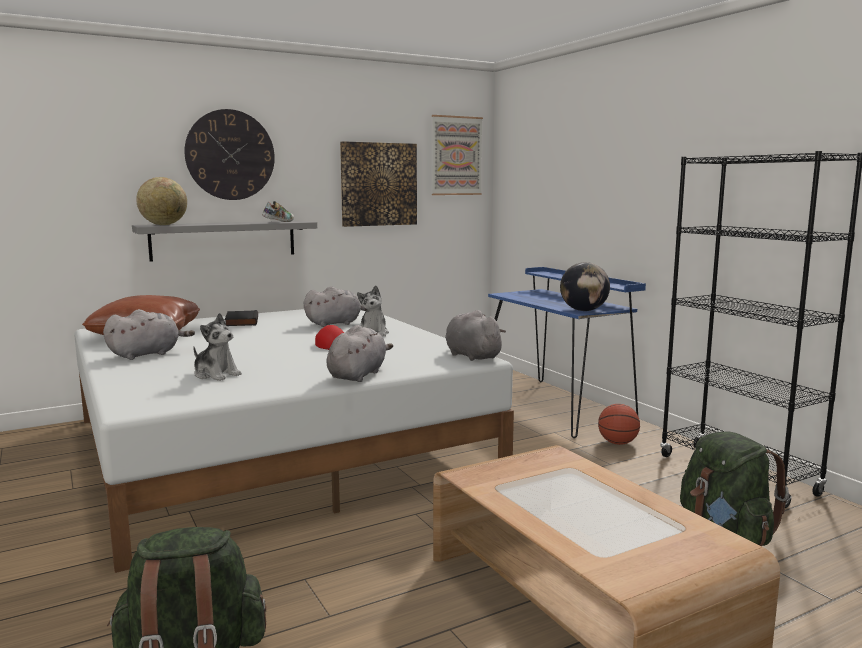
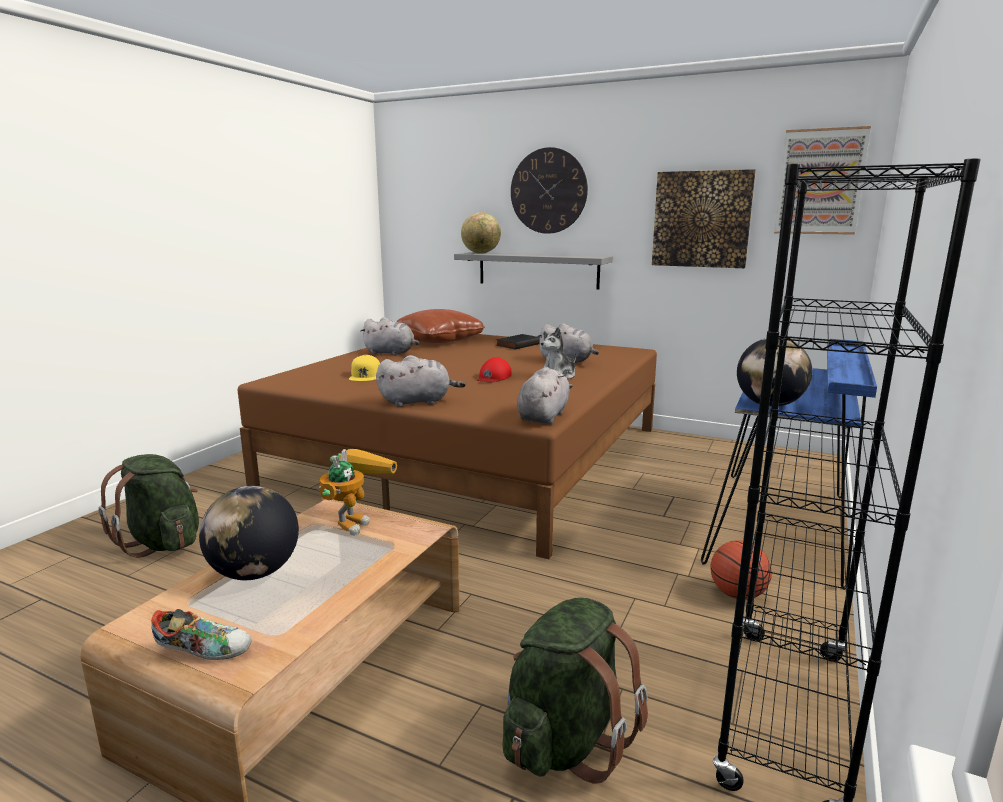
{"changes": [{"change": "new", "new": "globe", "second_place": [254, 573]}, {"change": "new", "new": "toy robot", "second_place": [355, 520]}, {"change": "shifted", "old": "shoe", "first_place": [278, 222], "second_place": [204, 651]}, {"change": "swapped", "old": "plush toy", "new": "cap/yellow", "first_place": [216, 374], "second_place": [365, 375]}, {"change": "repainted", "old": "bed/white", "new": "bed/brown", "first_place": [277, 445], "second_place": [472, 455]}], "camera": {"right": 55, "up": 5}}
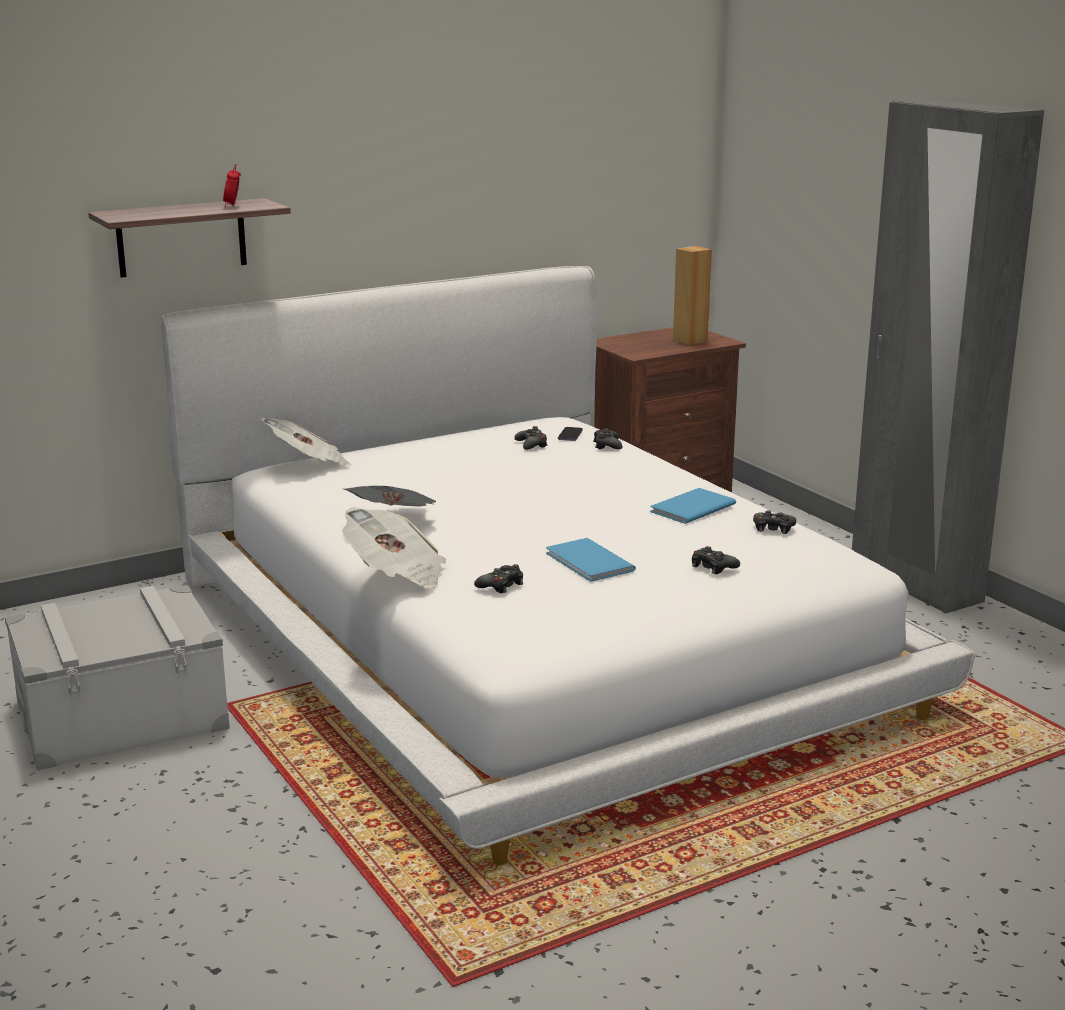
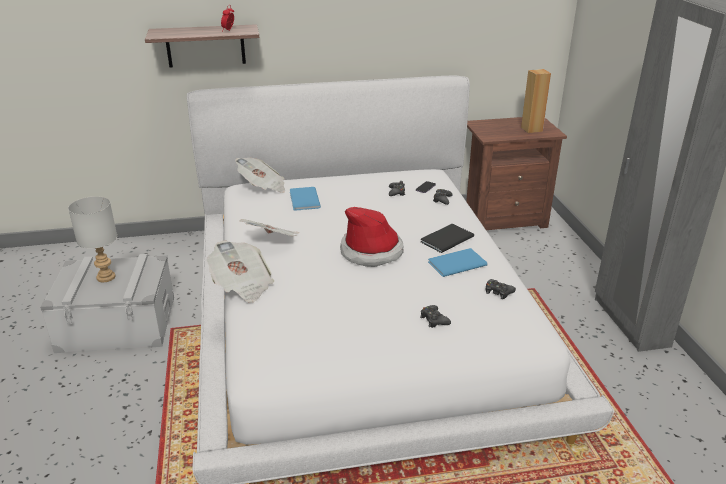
{"changes": [{"change": "gone", "old": "game controller/black", "first_place": [501, 585]}, {"change": "new", "new": "table lamp/grey", "second_place": [105, 277]}, {"change": "new", "new": "hat", "second_place": [371, 251]}, {"change": "new", "new": "book/black", "second_place": [445, 239]}, {"change": "shifted", "old": "book/blue", "first_place": [588, 563], "second_place": [303, 200]}], "camera": {"right": 20, "up": 10}}
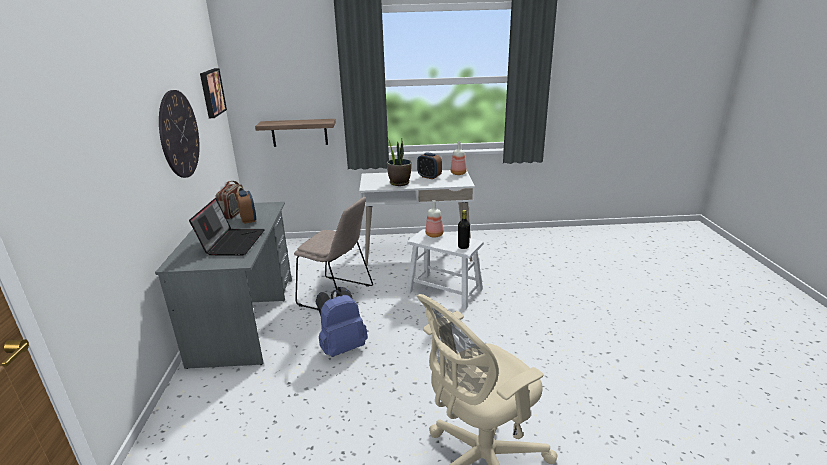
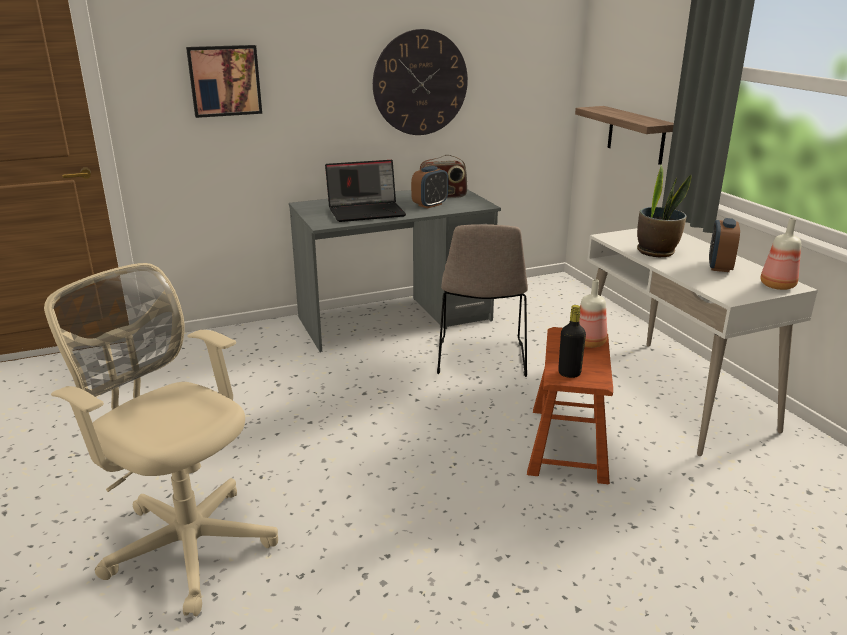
{"changes": [{"change": "gone", "old": "backpack/blue", "first_place": [342, 347]}, {"change": "shifted", "old": "picture", "first_place": [211, 92], "second_place": [224, 80]}, {"change": "repainted", "old": "stool/white", "new": "stool/brown", "first_place": [444, 291], "second_place": [568, 444]}], "camera": {"right": 70, "up": 0}}
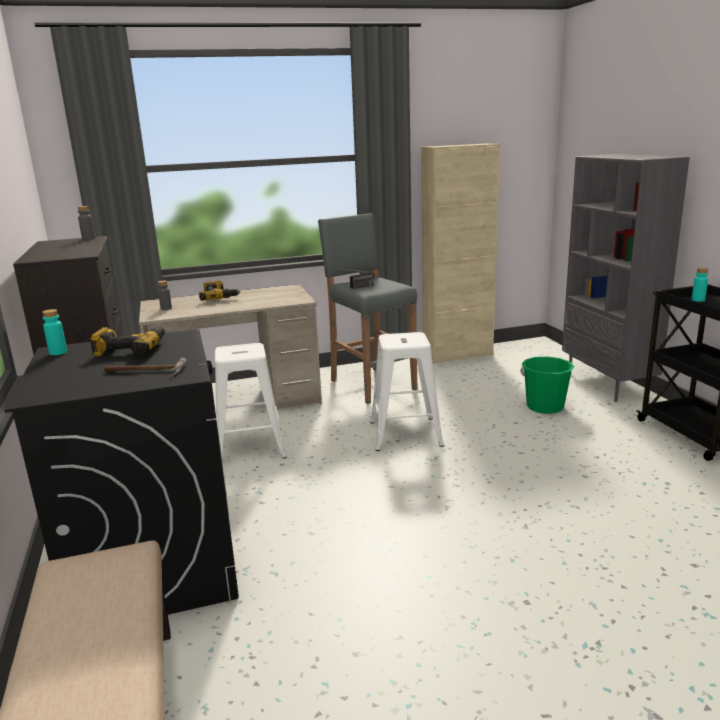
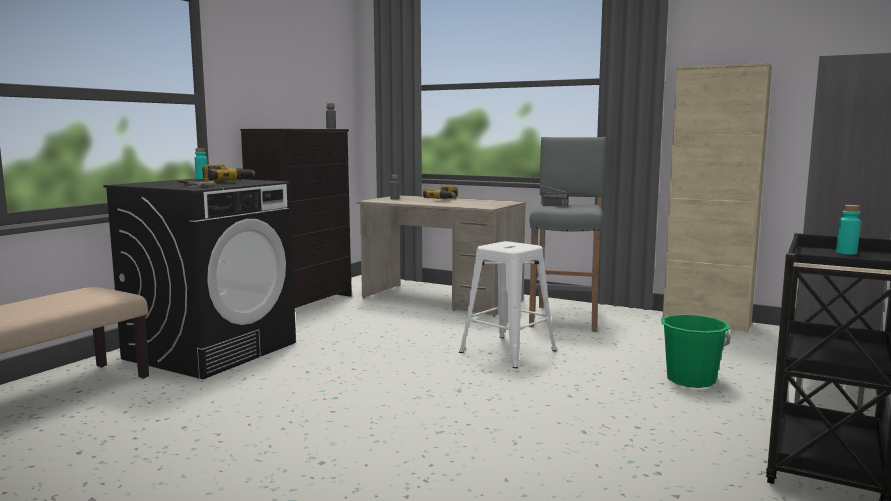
{"changes": [{"change": "gone", "old": "stool/white", "first_place": [249, 447]}], "camera": {"right": 45, "up": -10}}
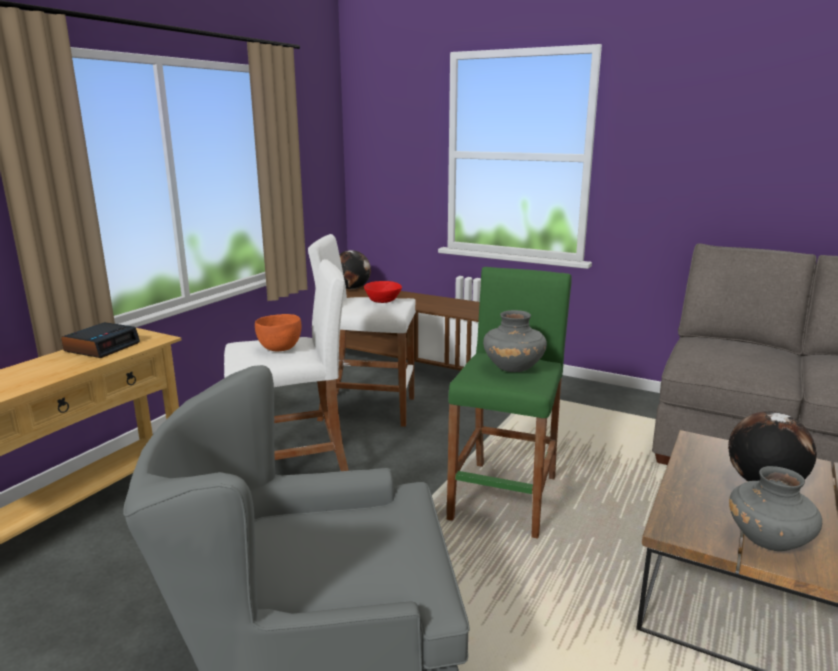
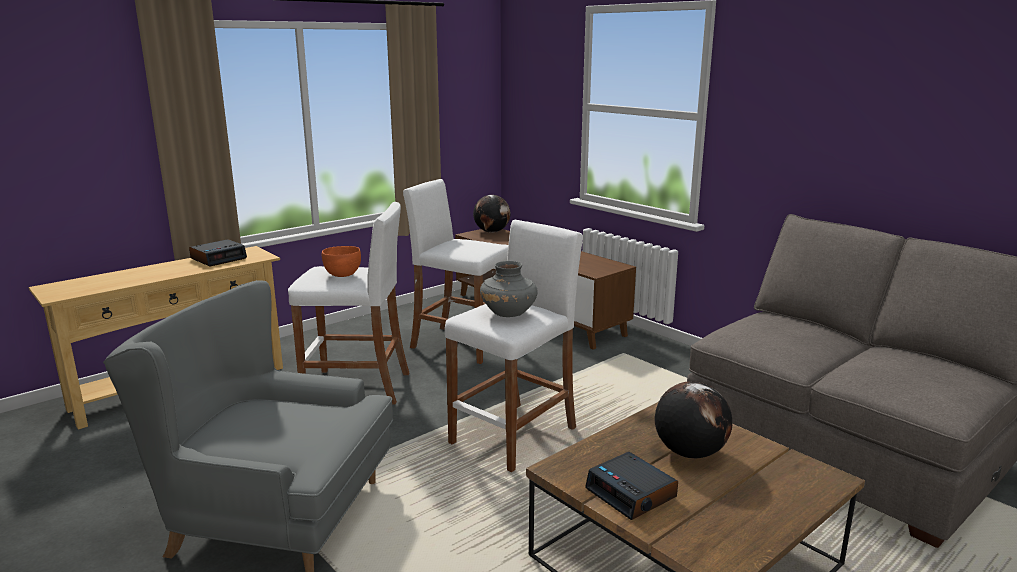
{"changes": [{"change": "gone", "old": "bowl/red", "first_place": [382, 301]}, {"change": "swapped", "old": "vase/grey", "new": "alarm clock", "first_place": [768, 540], "second_place": [632, 493]}, {"change": "repainted", "old": "stool/green", "new": "stool/white", "first_place": [505, 497], "second_place": [514, 436]}], "camera": {"right": 20, "up": 0}}
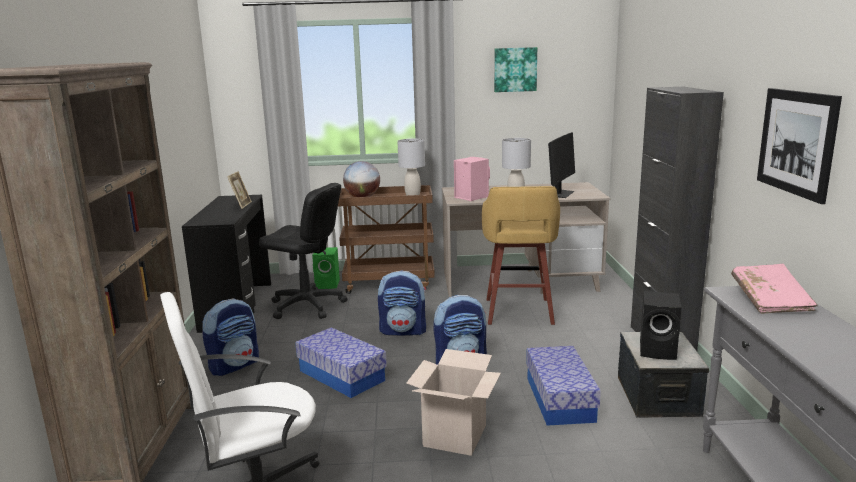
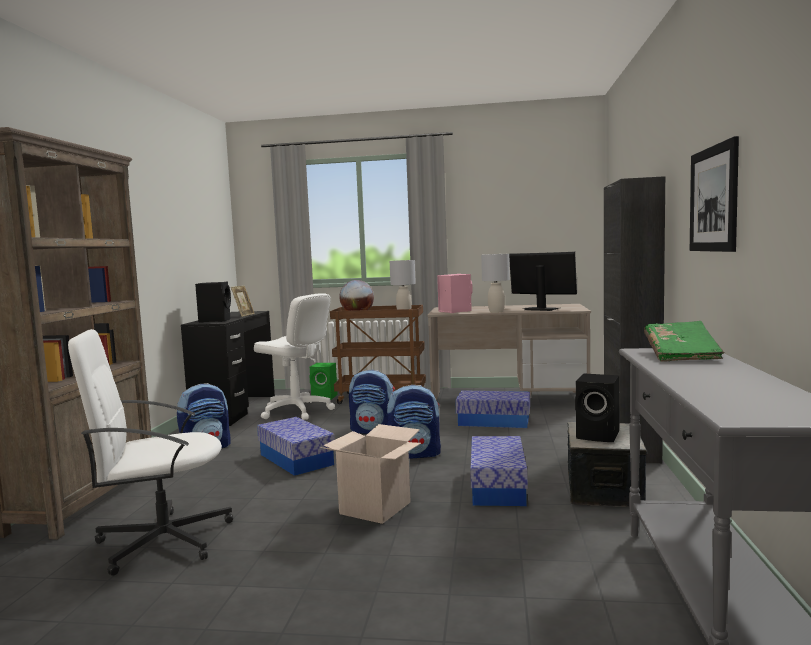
{"changes": [{"change": "gone", "old": "picture", "first_place": [515, 69]}, {"change": "new", "new": "speaker/black", "second_place": [215, 320]}, {"change": "swapped", "old": "stool/yellow", "new": "storage box", "first_place": [518, 312], "second_place": [493, 421]}, {"change": "repainted", "old": "office chair/black", "new": "office chair/white", "first_place": [307, 306], "second_place": [296, 411]}, {"change": "repainted", "old": "book/pink", "new": "book/green", "first_place": [770, 300], "second_place": [681, 355]}, {"change": "rotated", "old": "monitor", "first_place": [558, 194], "second_place": [541, 309], "degrees": -90}], "camera": {"right": 10, "up": -10}}
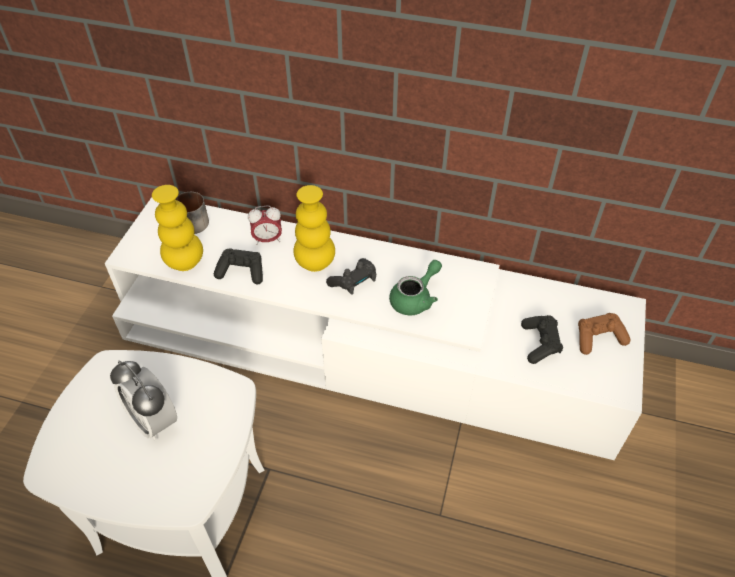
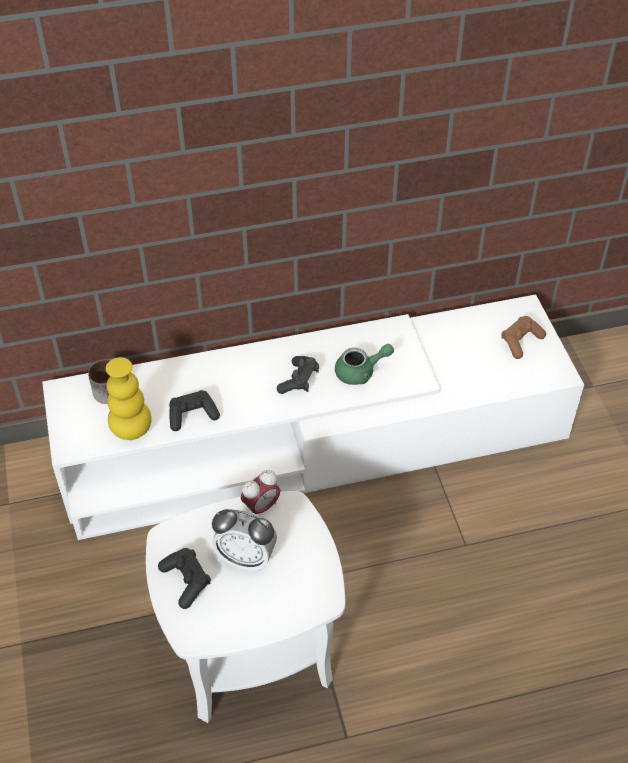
{"changes": [{"change": "gone", "old": "vase/yellow", "first_place": [315, 263]}, {"change": "shifted", "old": "alarm clock", "first_place": [267, 240], "second_place": [261, 507]}, {"change": "shifted", "old": "game controller/black", "first_place": [540, 344], "second_place": [186, 581]}, {"change": "rotated", "old": "teapot/green", "first_place": [415, 299], "second_place": [361, 372], "degrees": 60}], "camera": {"right": -30, "up": 0}}
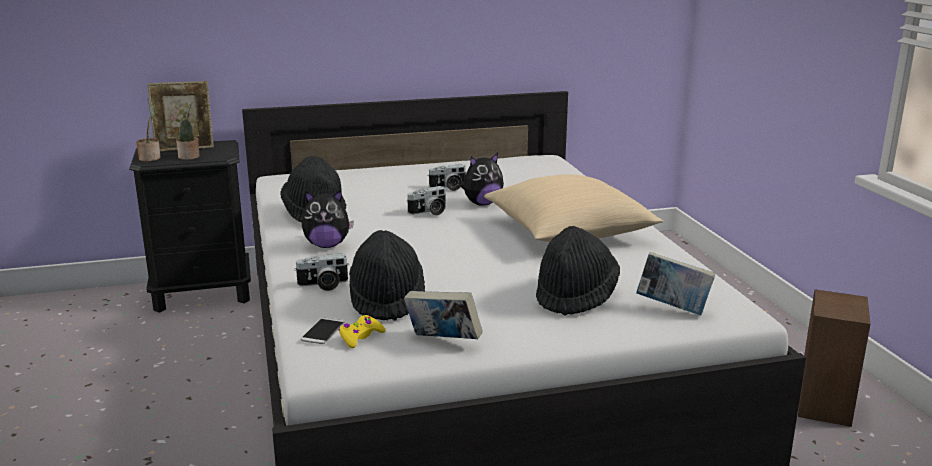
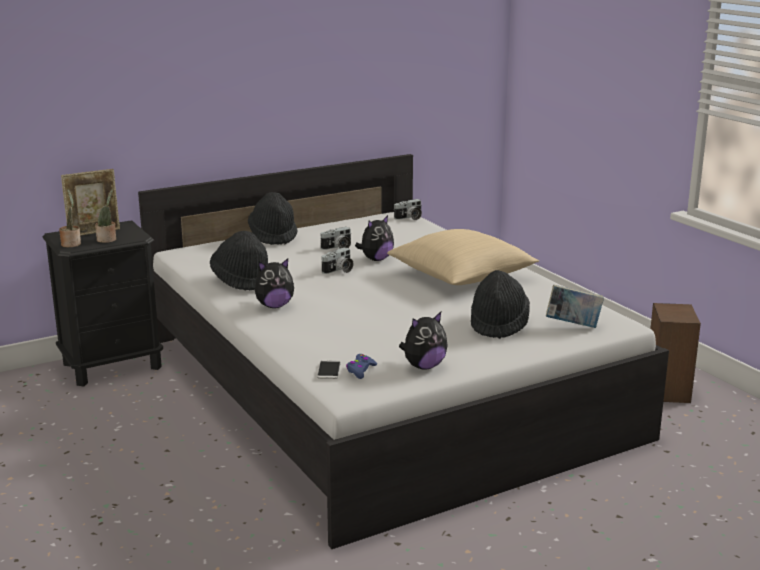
{"changes": [{"change": "shifted", "old": "photo camera", "first_place": [323, 285], "second_place": [409, 218]}, {"change": "shifted", "old": "hat/black", "first_place": [387, 300], "second_place": [273, 236]}, {"change": "swapped", "old": "book", "new": "plush toy", "first_place": [443, 341], "second_place": [423, 366]}, {"change": "repainted", "old": "game controller/yellow", "new": "game controller/blue", "first_place": [360, 337], "second_place": [360, 370]}], "camera": {"right": -15, "up": 0}}
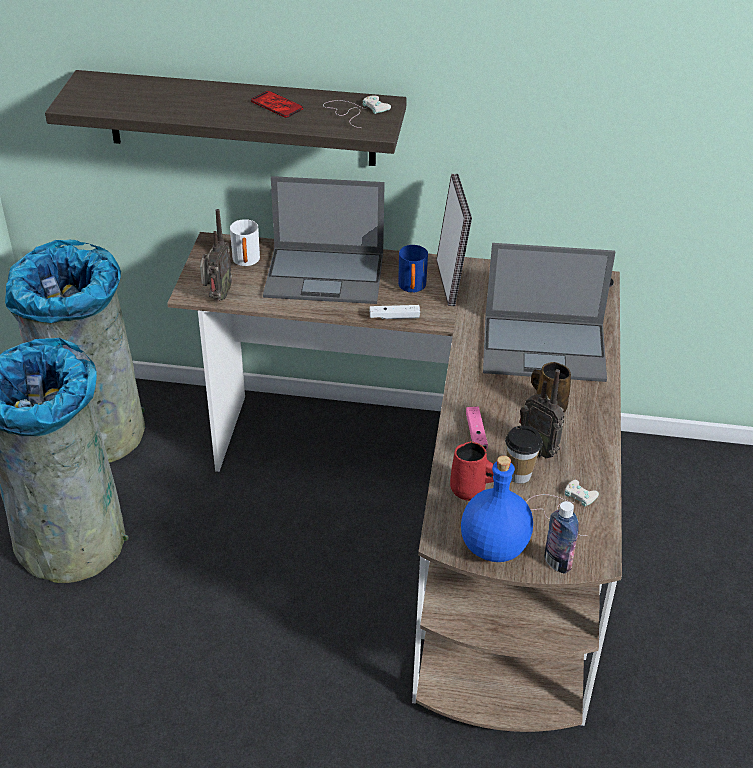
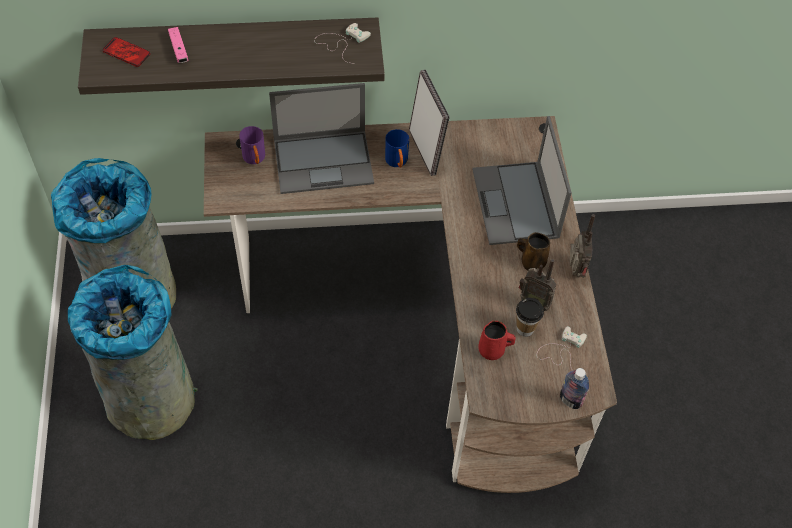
{"changes": [{"change": "gone", "old": "game controller/white", "first_place": [394, 317]}, {"change": "gone", "old": "bottle/blue", "first_place": [493, 546]}, {"change": "shifted", "old": "radio", "first_place": [217, 297], "second_place": [575, 271]}, {"change": "shifted", "old": "phone", "first_place": [276, 105], "second_place": [126, 52]}, {"change": "shifted", "old": "game controller/pink", "first_place": [476, 433], "second_place": [178, 49]}, {"change": "repainted", "old": "mug/white", "new": "mug/purple", "first_place": [246, 262], "second_place": [255, 159]}, {"change": "rotated", "old": "laptop", "first_place": [545, 348], "second_place": [516, 204], "degrees": 90}], "camera": {"right": -15, "up": 15}}
